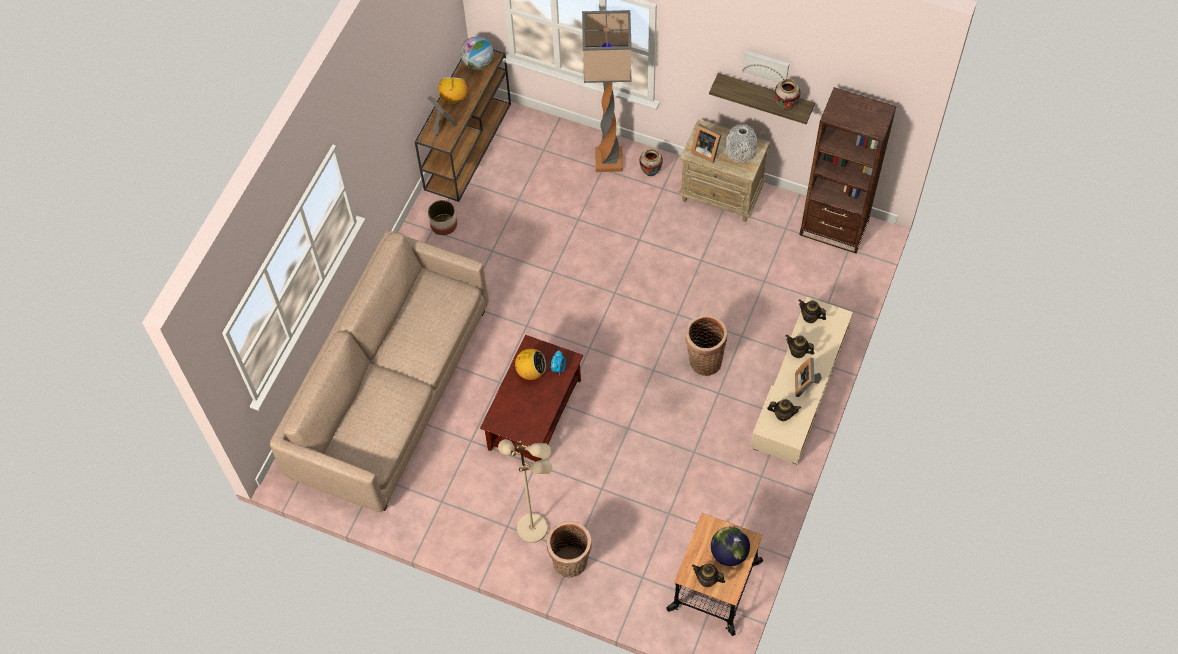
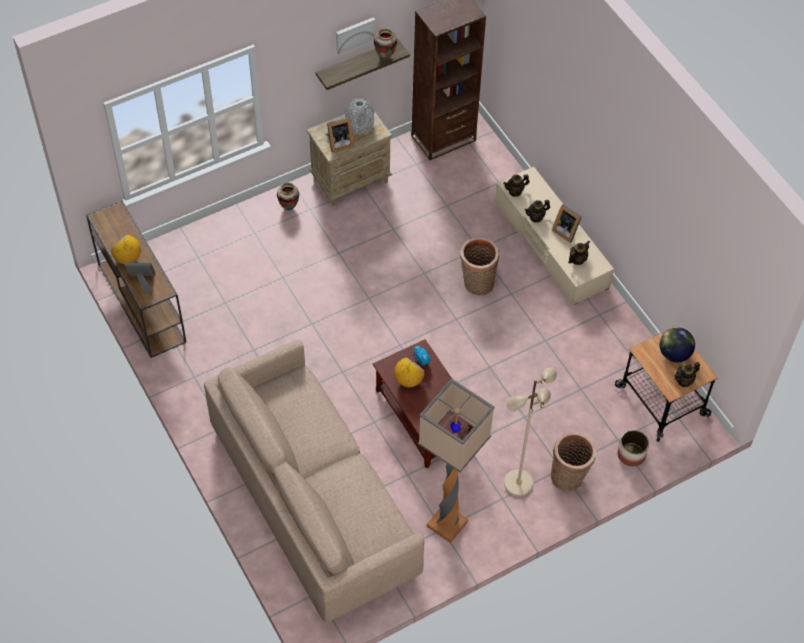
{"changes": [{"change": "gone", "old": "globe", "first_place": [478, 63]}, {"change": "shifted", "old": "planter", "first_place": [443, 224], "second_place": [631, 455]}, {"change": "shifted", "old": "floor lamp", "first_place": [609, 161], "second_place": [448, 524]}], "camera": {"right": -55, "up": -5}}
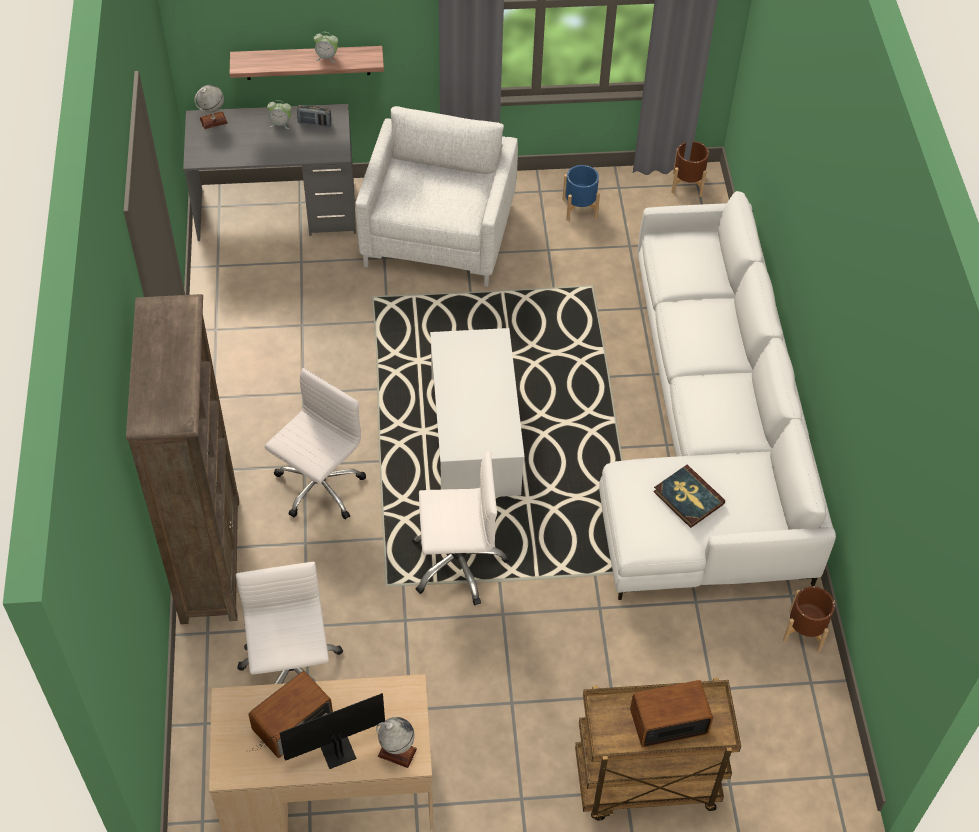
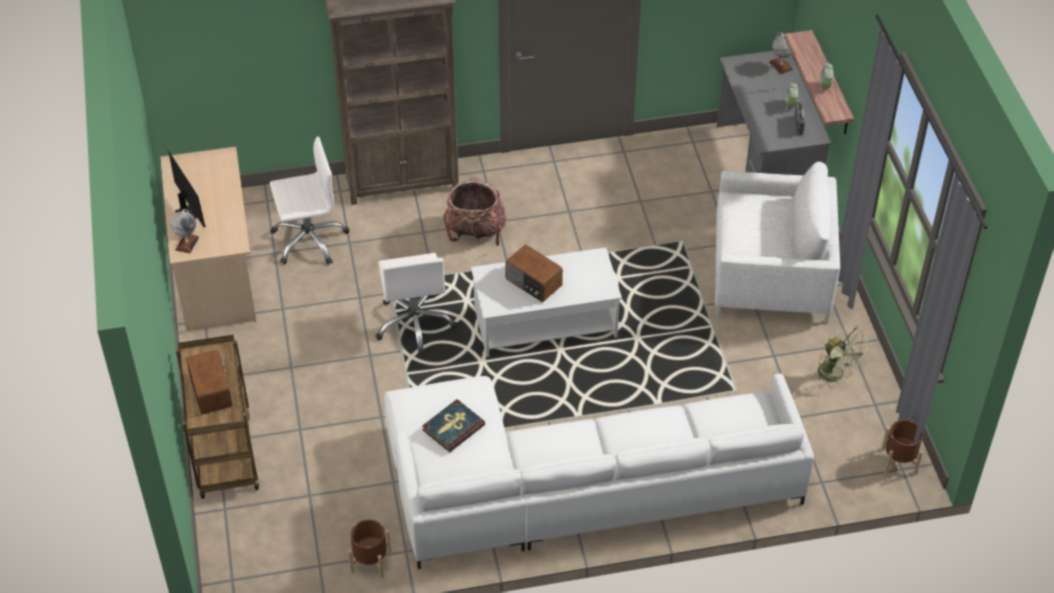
{"changes": [{"change": "shifted", "old": "radio", "first_place": [294, 723], "second_place": [533, 283]}, {"change": "swapped", "old": "office chair/white", "new": "backpack", "first_place": [318, 488], "second_place": [476, 232]}, {"change": "swapped", "old": "planter/blue", "new": "fan/green", "first_place": [579, 208], "second_place": [835, 375]}], "camera": {"right": 85, "up": -5}}
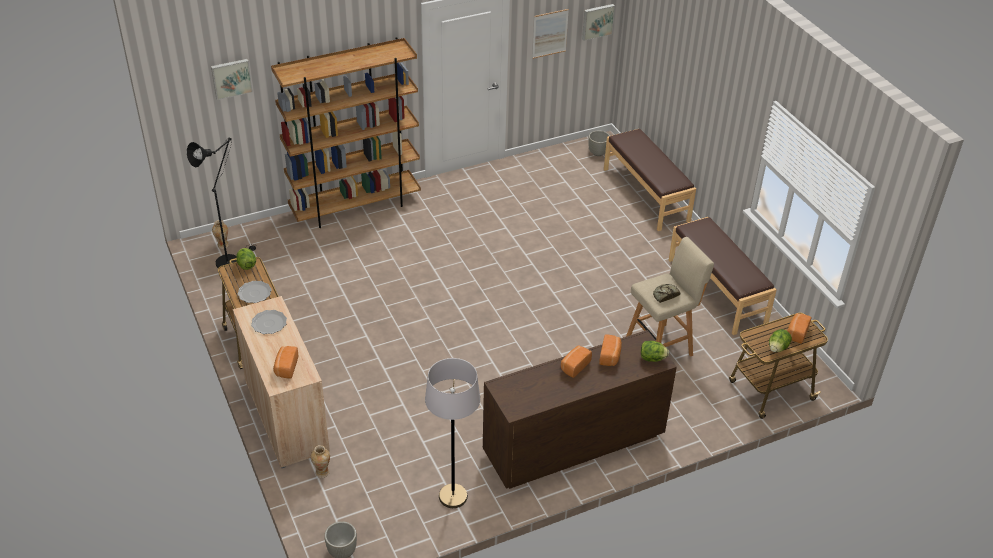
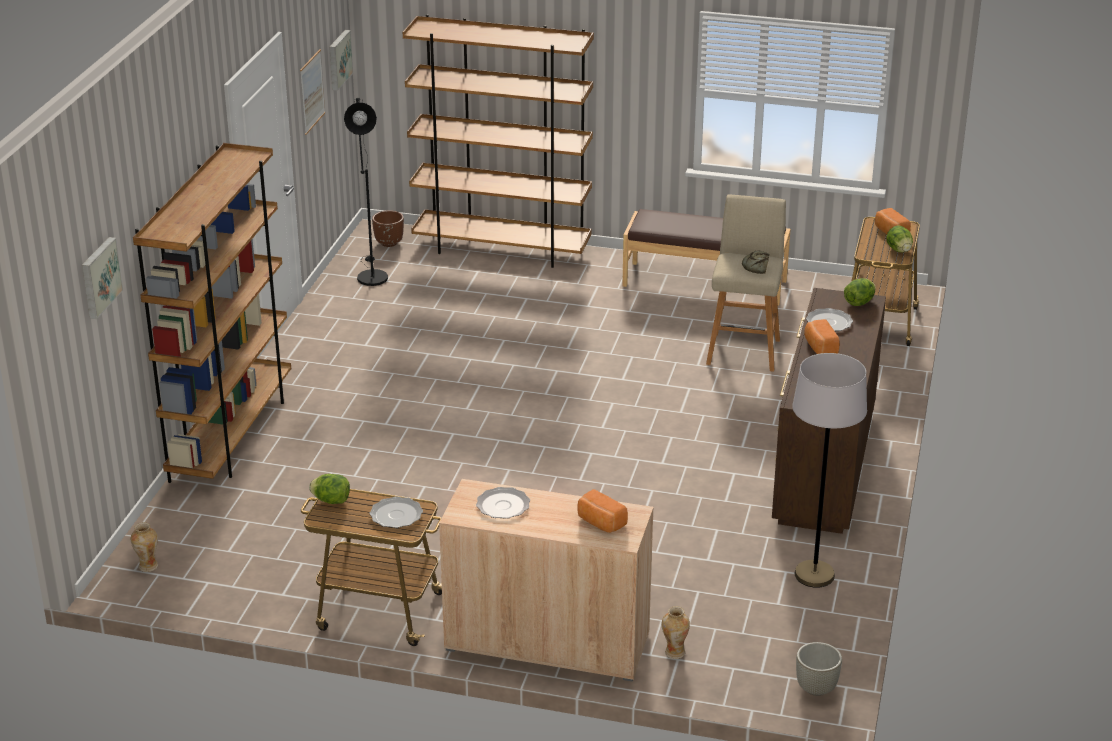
{"changes": [{"change": "shifted", "old": "floor lamp/black", "first_place": [230, 260], "second_place": [370, 275]}, {"change": "swapped", "old": "bread", "new": "plate", "first_place": [610, 356], "second_place": [829, 322]}, {"change": "swapped", "old": "bench/brown", "new": "bookcase/brown", "first_place": [646, 194], "second_place": [502, 249]}, {"change": "repainted", "old": "planter/grey", "new": "planter/brown", "first_place": [598, 153], "second_place": [389, 243]}], "camera": {"right": -50, "up": -10}}
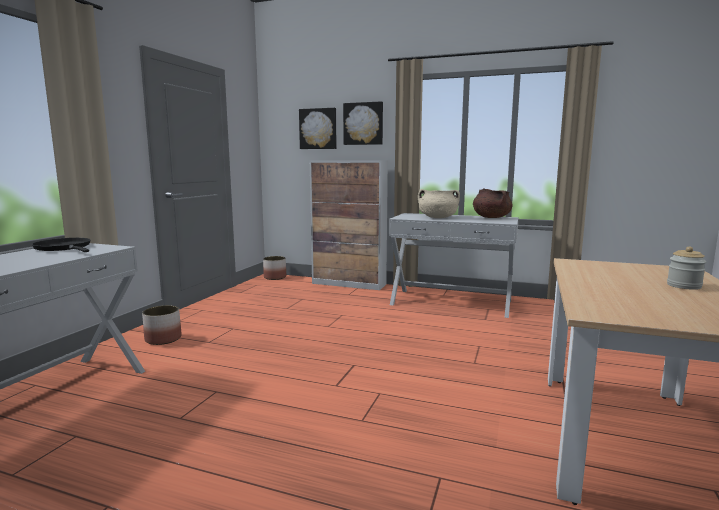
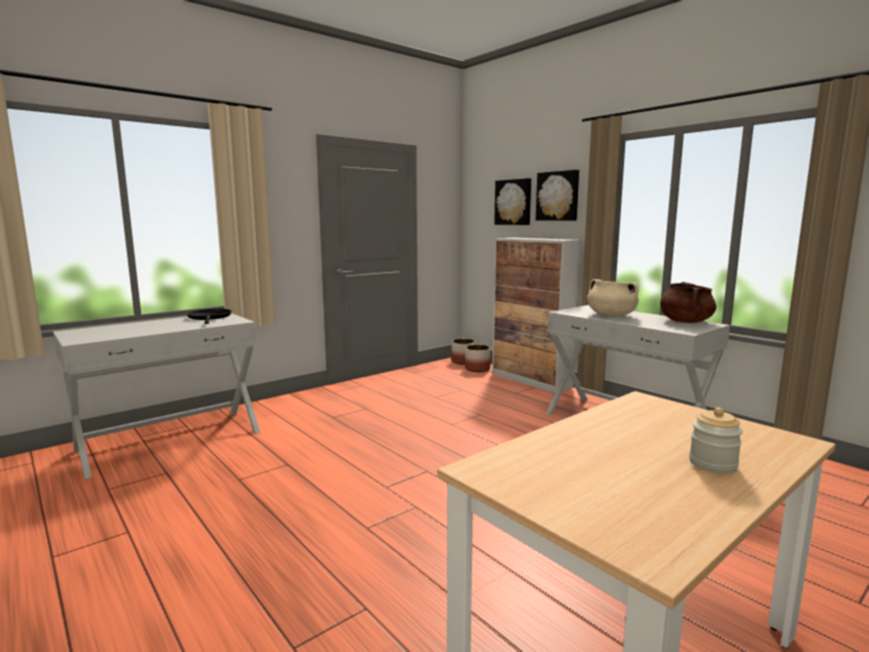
{"changes": [{"change": "shifted", "old": "planter", "first_place": [163, 339], "second_place": [477, 369]}], "camera": {"right": 30, "up": 0}}
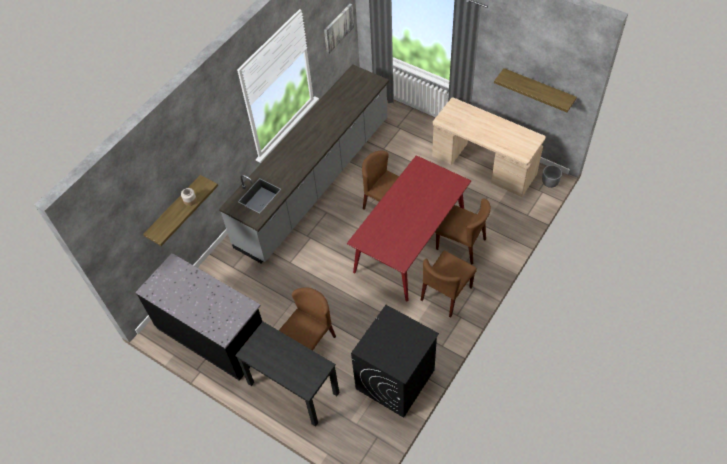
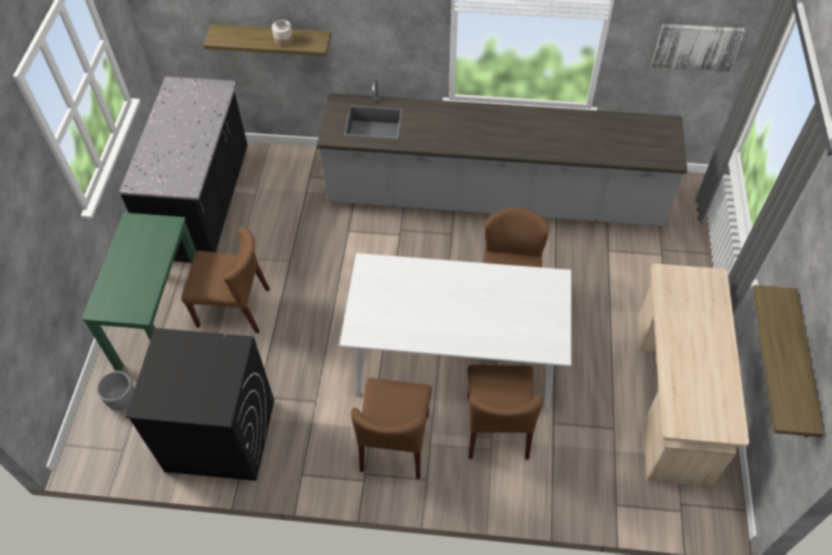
{"changes": [{"change": "shifted", "old": "planter/grey", "first_place": [550, 182], "second_place": [121, 399]}, {"change": "repainted", "old": "desk/black", "new": "desk/green", "first_place": [293, 388], "second_place": [161, 320]}, {"change": "repainted", "old": "dining table/red", "new": "dining table/white", "first_place": [410, 245], "second_place": [455, 359]}, {"change": "rotated", "old": "chair/brown", "first_place": [446, 294], "second_place": [395, 443], "degrees": -90}], "camera": {"right": 60, "up": 0}}
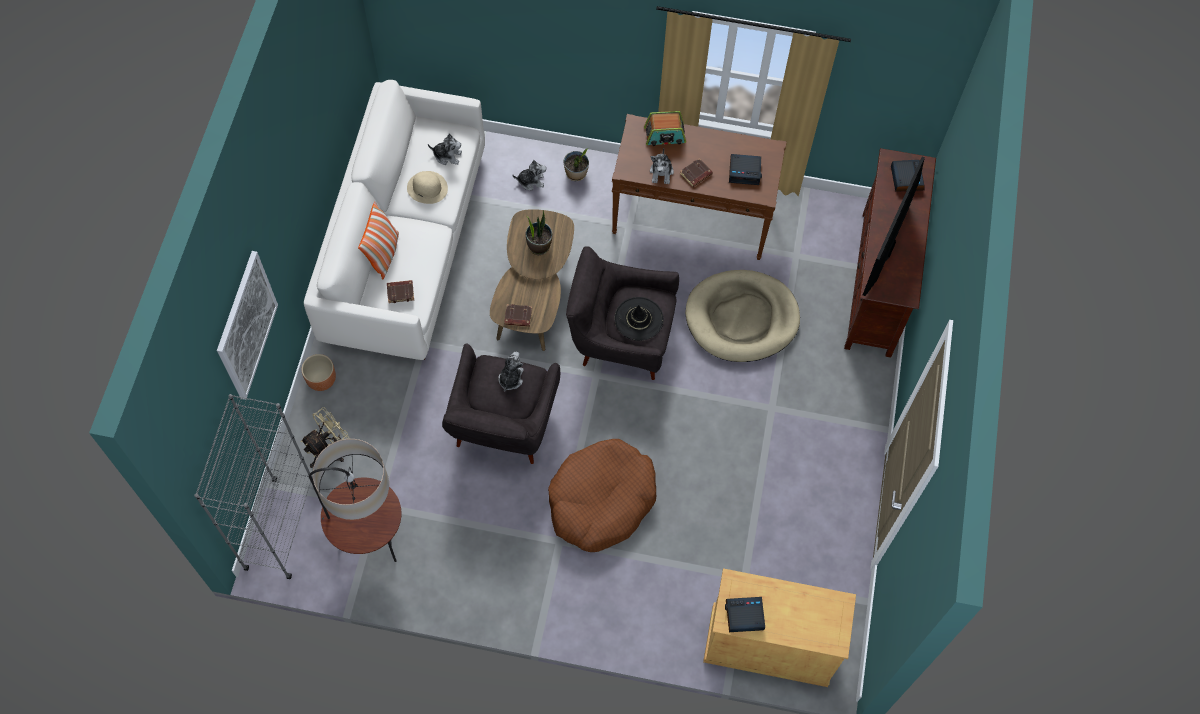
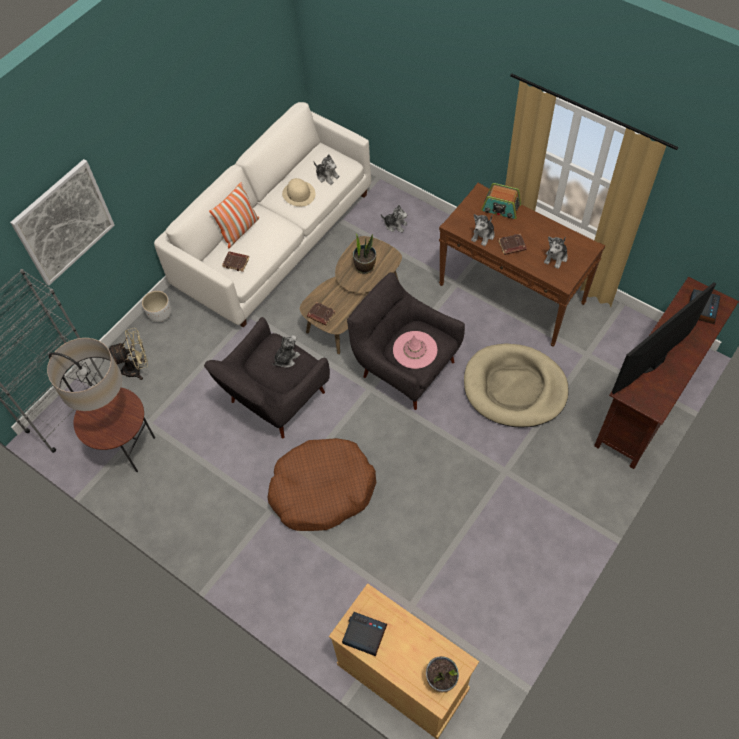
{"changes": [{"change": "shifted", "old": "potted plant", "first_place": [576, 174], "second_place": [441, 679]}, {"change": "swapped", "old": "alarm clock", "new": "plush toy", "first_place": [745, 171], "second_place": [556, 257]}, {"change": "repainted", "old": "planter/brown", "new": "planter/white", "first_place": [321, 379], "second_place": [160, 314]}, {"change": "repainted", "old": "hat/black", "new": "hat/pink", "first_place": [639, 319], "second_place": [415, 350]}], "camera": {"right": 30, "up": -5}}
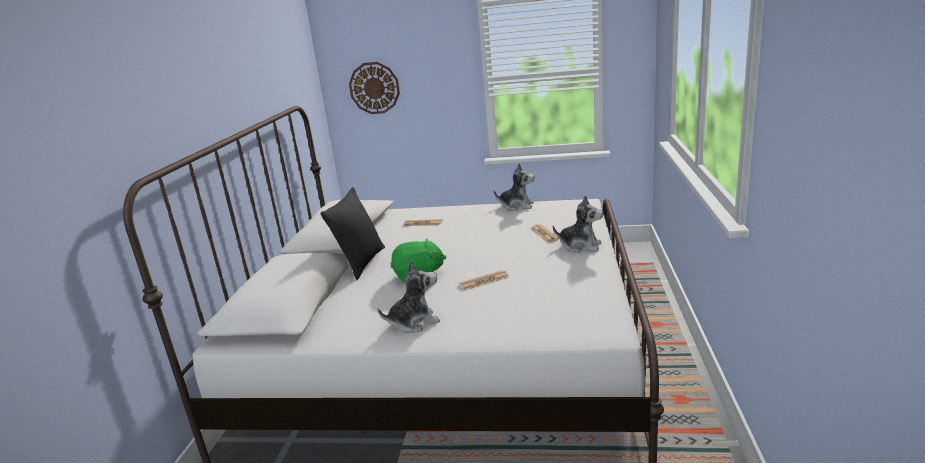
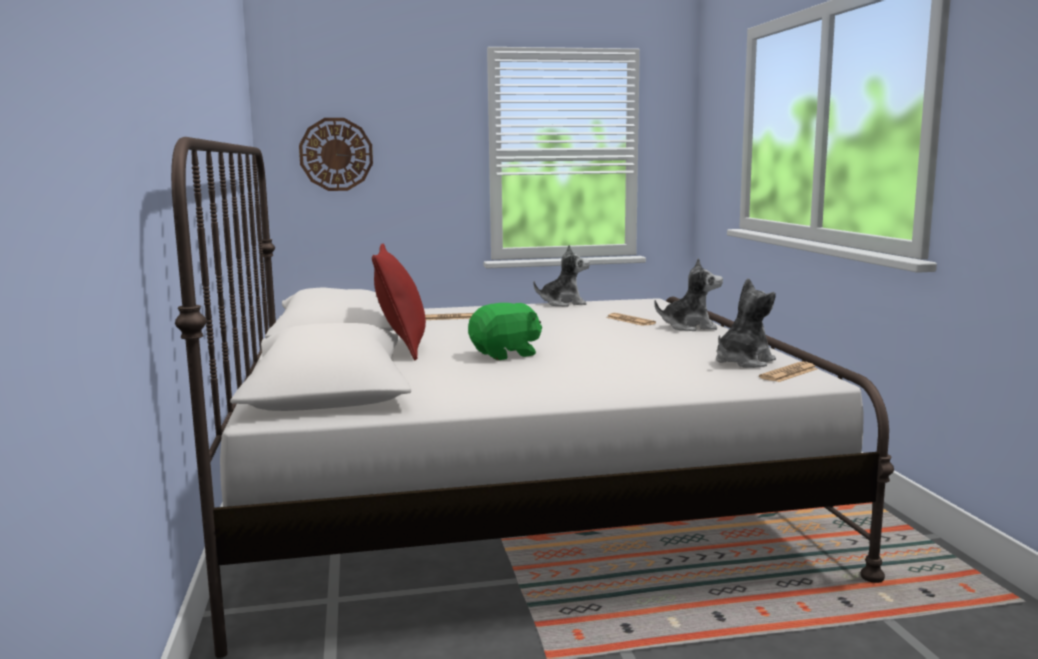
{"changes": [{"change": "shifted", "old": "plush toy", "first_place": [414, 322], "second_place": [743, 362]}, {"change": "shifted", "old": "newspaper", "first_place": [484, 281], "second_place": [789, 373]}, {"change": "repainted", "old": "pillow/black", "new": "pillow/red", "first_place": [362, 263], "second_place": [402, 348]}], "camera": {"right": -20, "up": -10}}
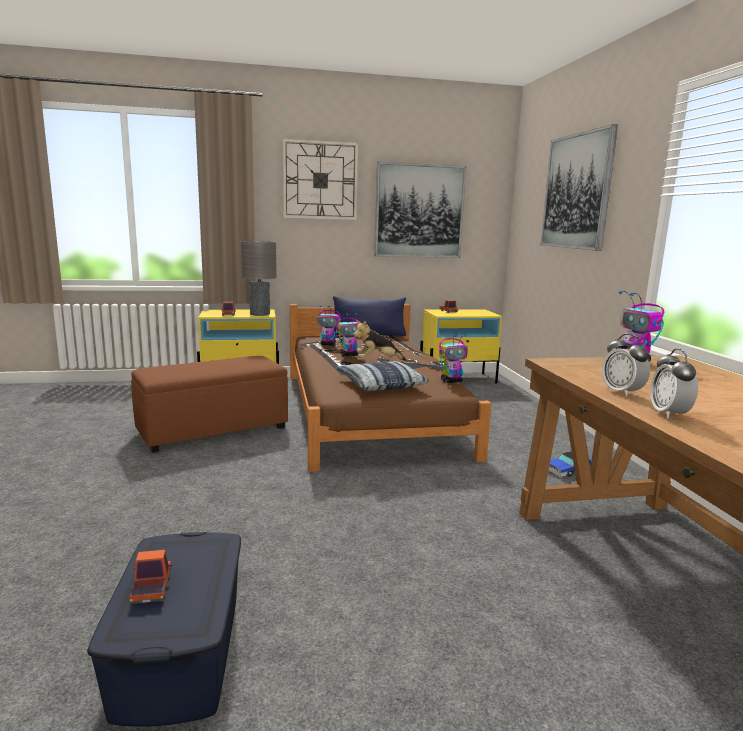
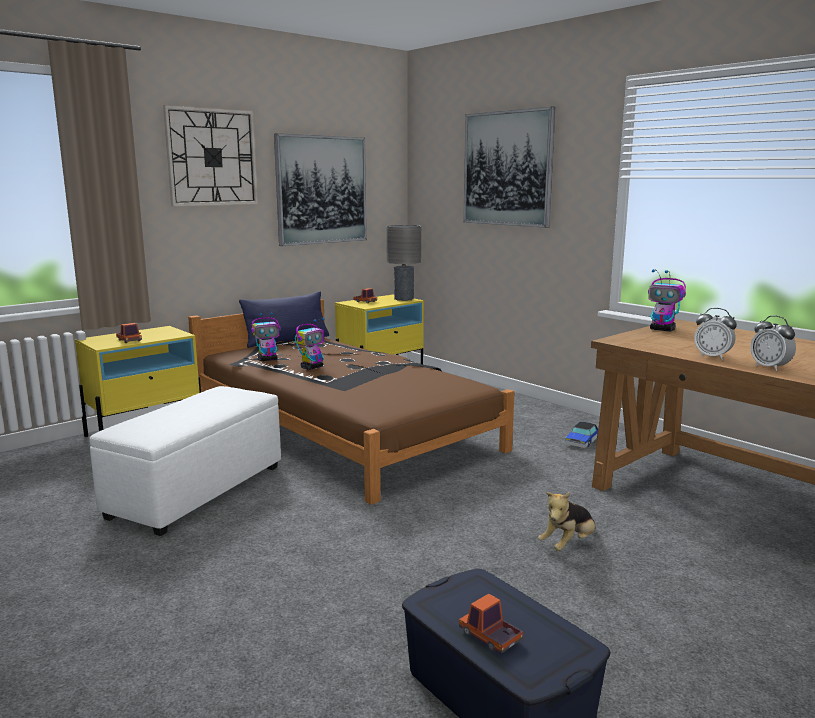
{"changes": [{"change": "gone", "old": "pillow", "first_place": [380, 384]}, {"change": "gone", "old": "toy robot", "first_place": [451, 381]}, {"change": "shifted", "old": "table lamp/grey", "first_place": [260, 314], "second_place": [404, 299]}, {"change": "shifted", "old": "plush toy", "first_place": [377, 361], "second_place": [568, 544]}, {"change": "repainted", "old": "ottoman/brown", "new": "ottoman/white", "first_place": [214, 430], "second_place": [198, 490]}], "camera": {"right": -30, "up": 0}}
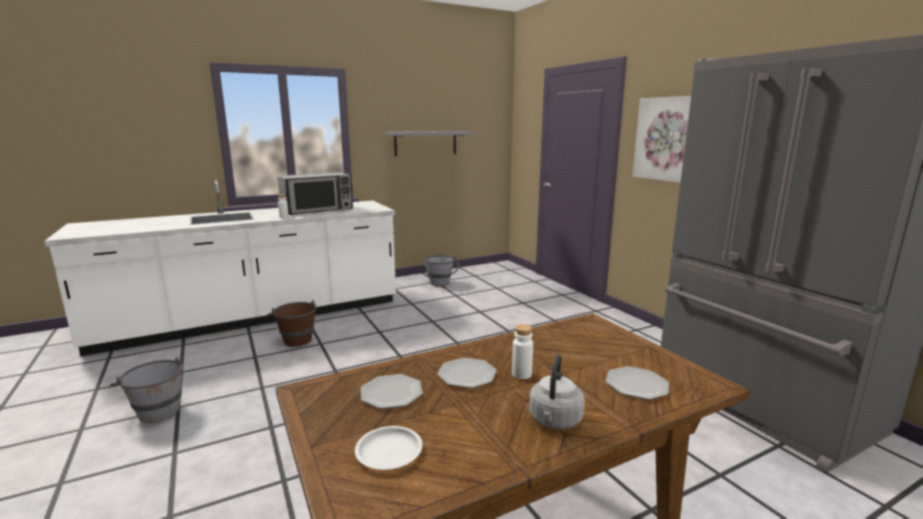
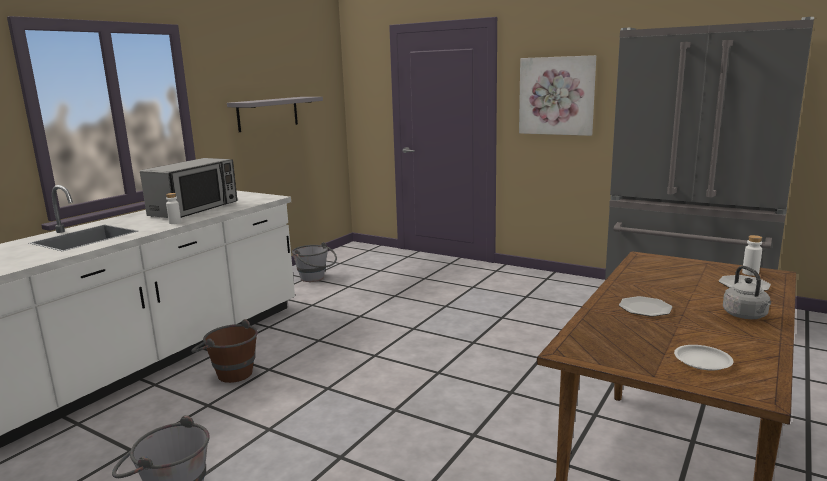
{"changes": [{"change": "gone", "old": "plate", "first_place": [392, 393]}, {"change": "shifted", "old": "bottle/white", "first_place": [521, 374], "second_place": [750, 273]}], "camera": {"right": -30, "up": 0}}
